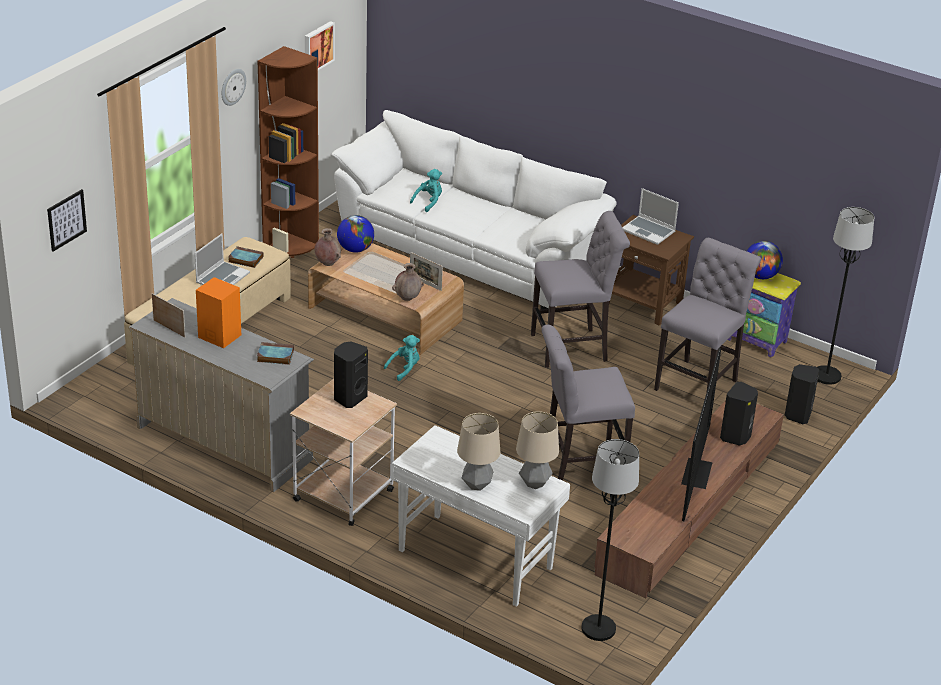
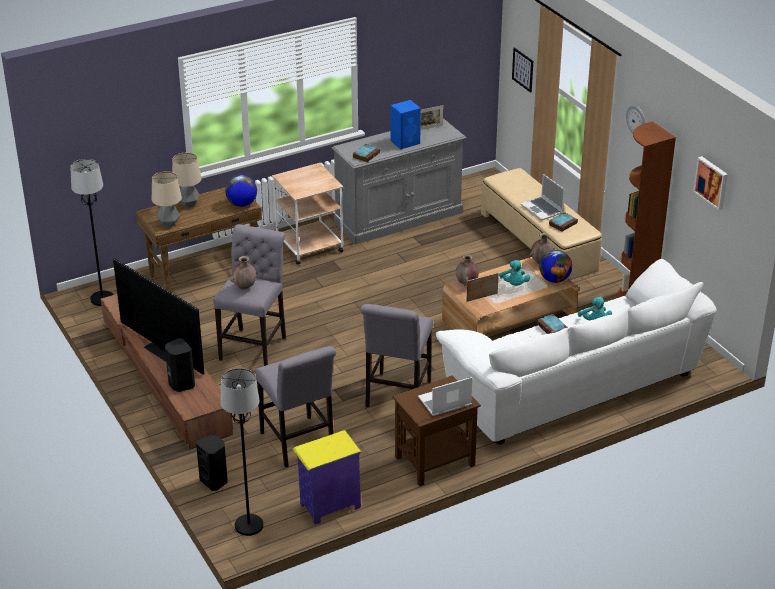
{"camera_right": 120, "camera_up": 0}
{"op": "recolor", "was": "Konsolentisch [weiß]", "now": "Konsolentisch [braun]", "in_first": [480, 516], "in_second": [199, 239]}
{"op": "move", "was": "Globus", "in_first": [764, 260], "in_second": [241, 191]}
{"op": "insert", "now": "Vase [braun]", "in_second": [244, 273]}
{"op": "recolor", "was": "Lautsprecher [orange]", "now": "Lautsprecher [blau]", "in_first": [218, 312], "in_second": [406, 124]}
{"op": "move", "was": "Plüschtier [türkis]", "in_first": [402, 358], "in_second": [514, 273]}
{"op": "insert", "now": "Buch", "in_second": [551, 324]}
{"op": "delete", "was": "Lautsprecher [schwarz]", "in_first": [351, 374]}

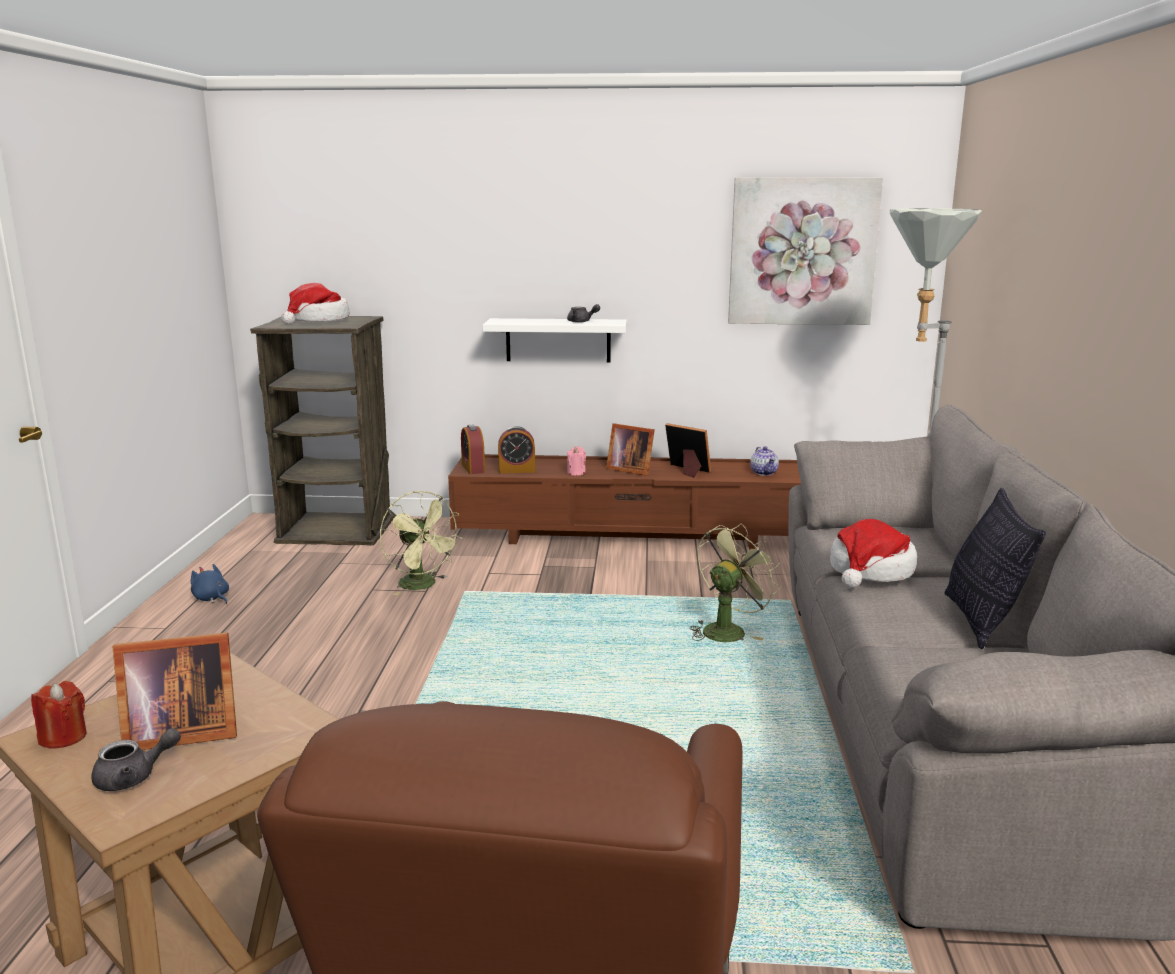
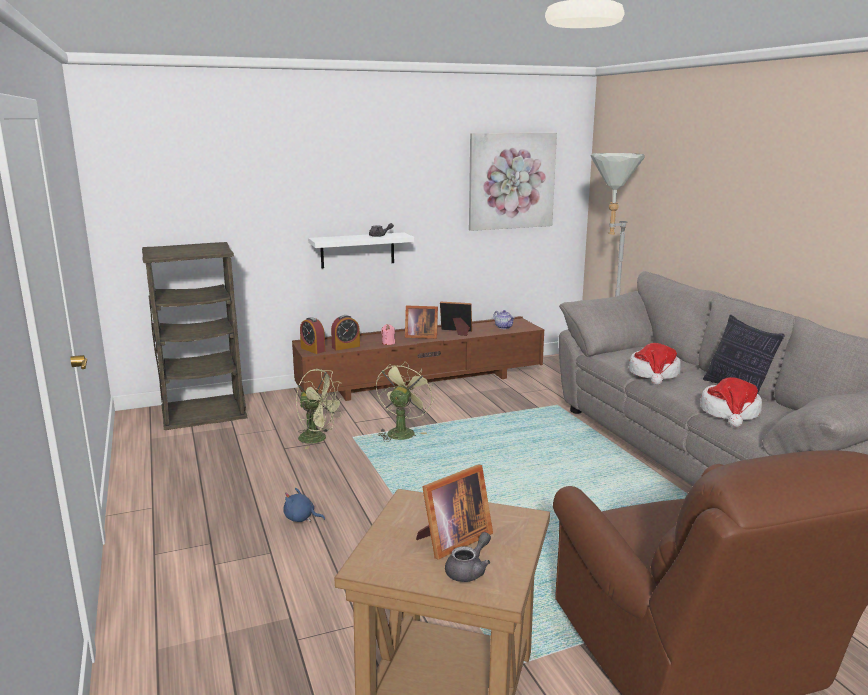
{"camera_right": -25, "camera_up": 0}
{"op": "move", "was": "Plüschtier [blau]", "in_first": [210, 584], "in_second": [304, 505]}
{"op": "move", "was": "Ventilator [grün]", "in_first": [735, 582], "in_second": [405, 401]}
{"op": "move", "was": "Hut", "in_first": [315, 304], "in_second": [731, 402]}
{"op": "delete", "was": "Kerze [rot]", "in_first": [59, 715]}

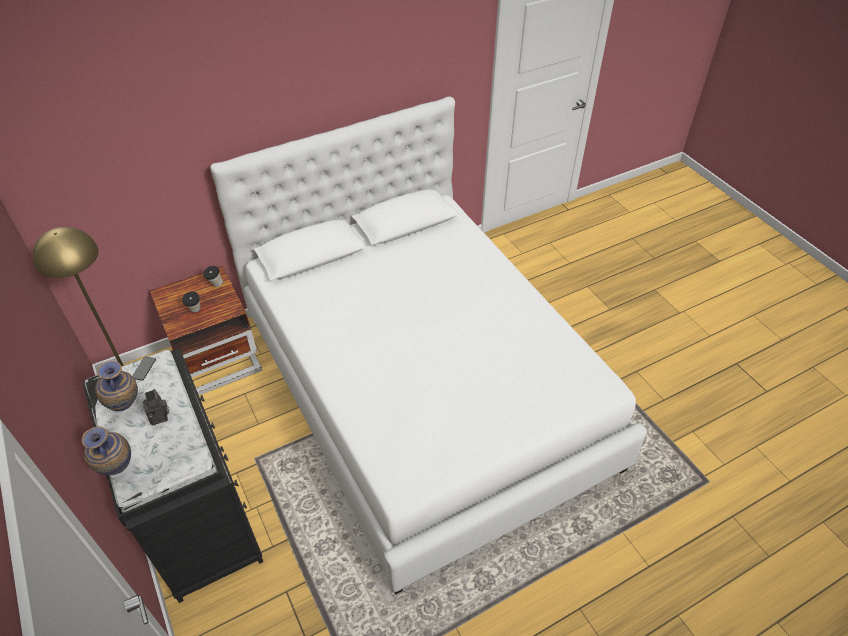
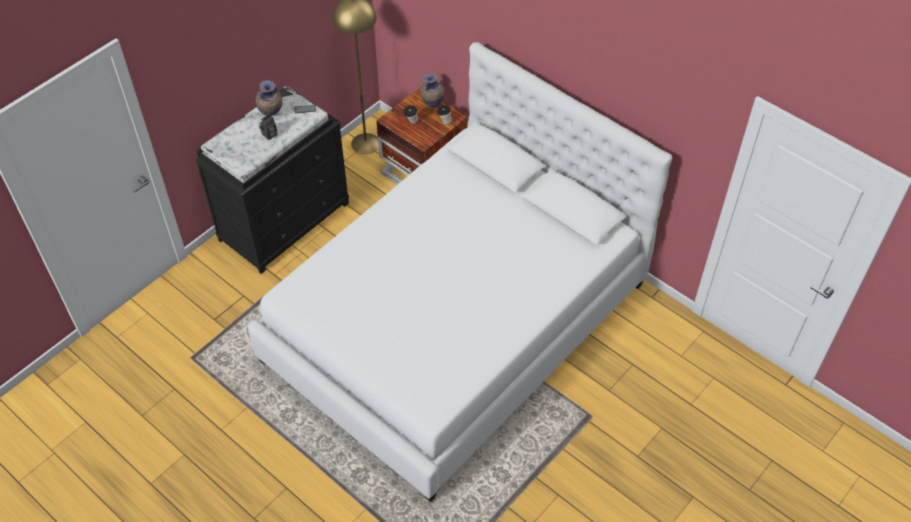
{"camera_right": 70, "camera_up": 5}
{"op": "move", "was": "Vase", "in_first": [106, 450], "in_second": [432, 90]}

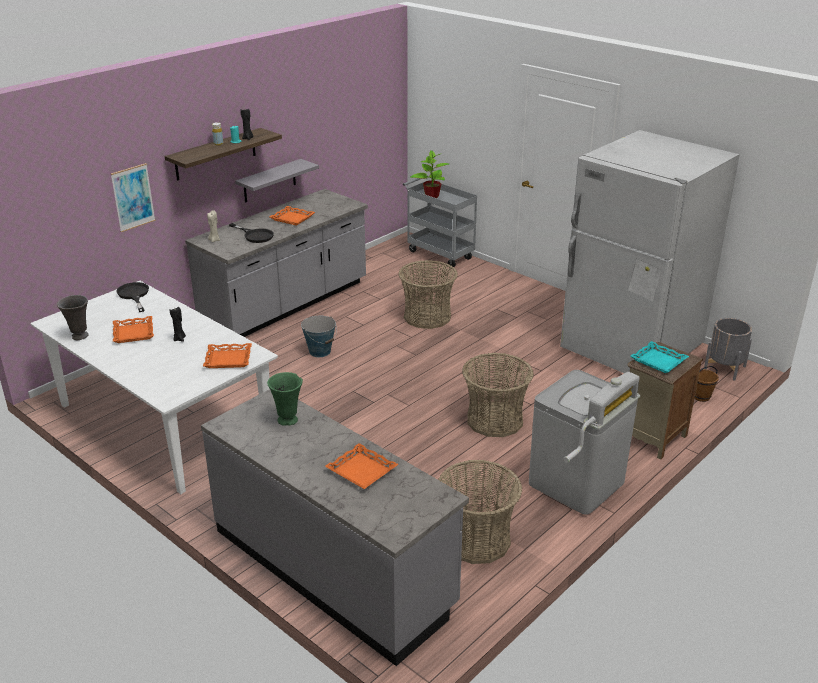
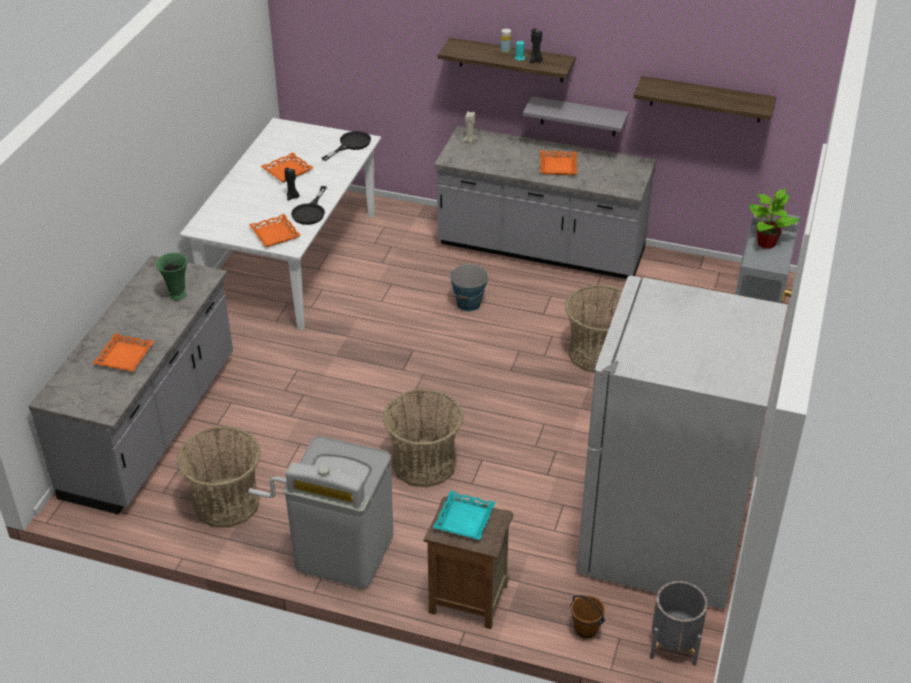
{"camera_right": 65, "camera_up": 10}
{"op": "move", "was": "Pfanne [schwarz]", "in_first": [251, 233], "in_second": [309, 205]}
{"op": "insert", "now": "Wandregal", "in_second": [704, 99]}
{"op": "delete", "was": "Vase [grau]", "in_first": [73, 317]}
{"op": "delete", "was": "Bild", "in_first": [133, 197]}

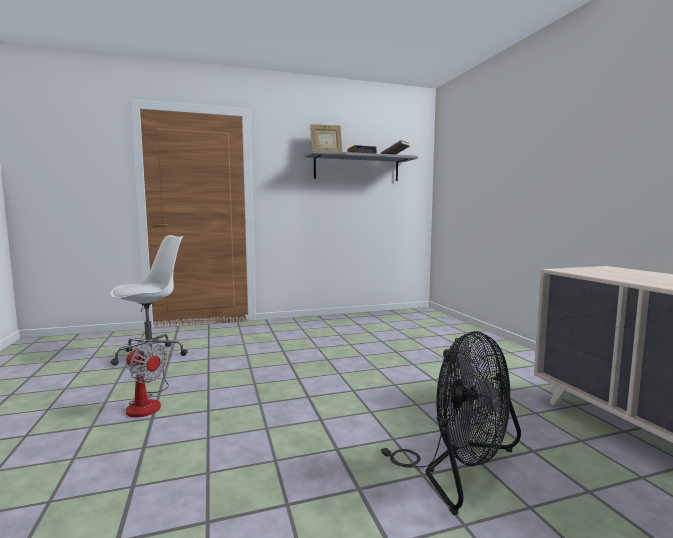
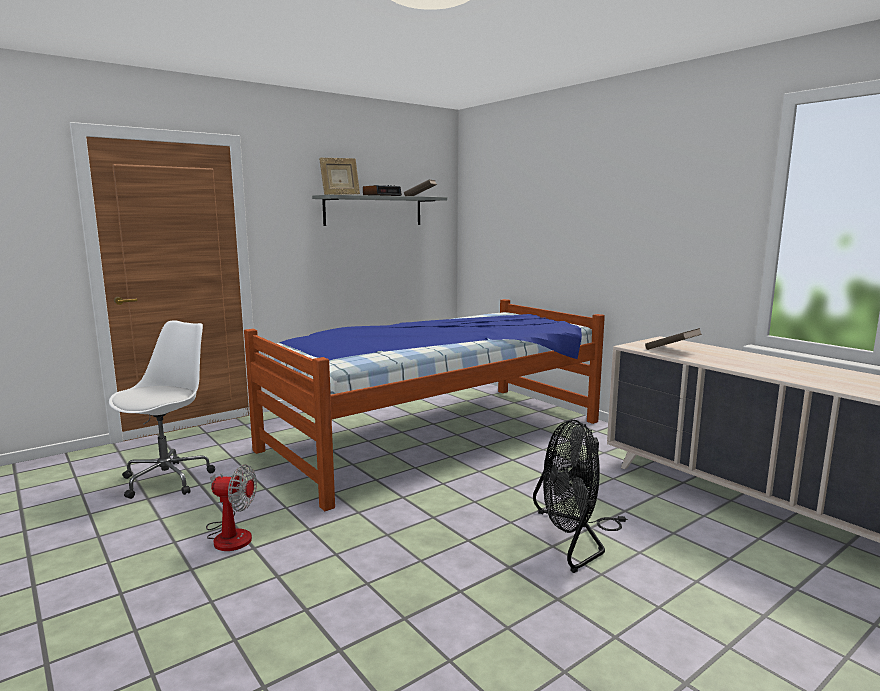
{"camera_right": -20, "camera_up": 5}
{"op": "insert", "now": "Bett", "in_second": [424, 405]}
{"op": "rotate", "was": "Ventilator [schwarz]", "in_first": [451, 423], "in_second": [580, 496], "clockwise": 150}
{"op": "insert", "now": "Buch [braun]", "in_second": [673, 339]}

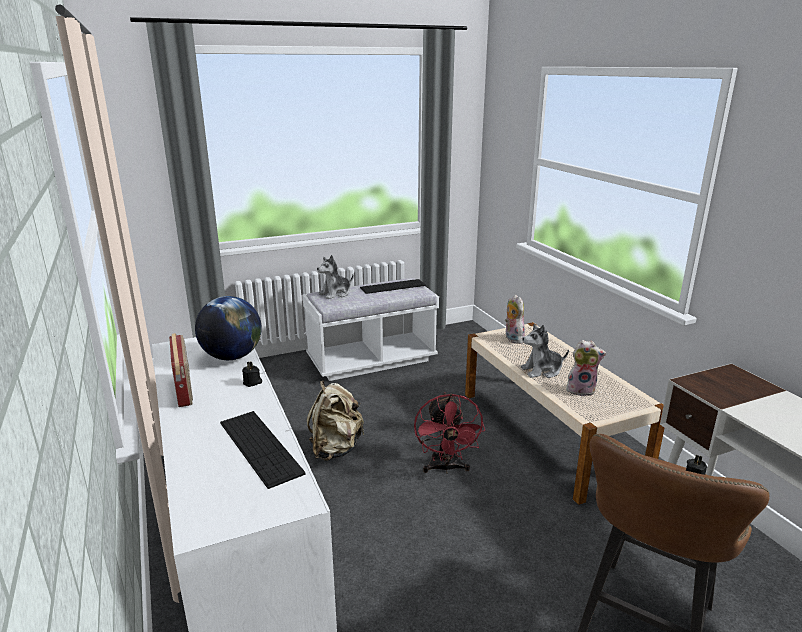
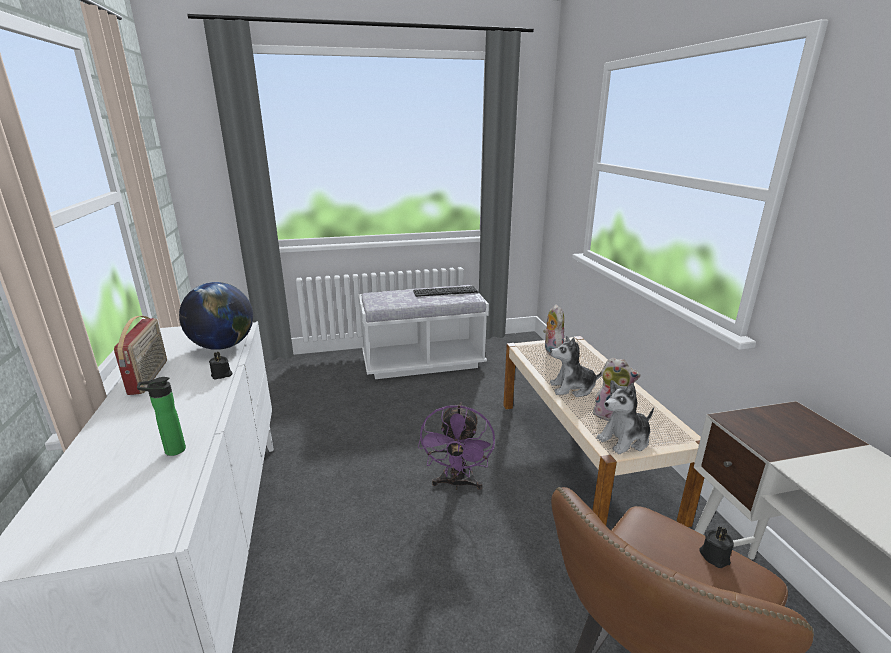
{"camera_right": 10, "camera_up": 0}
{"op": "replace", "was": "Tastatur", "now": "Flasche", "in_first": [262, 450], "in_second": [161, 416]}
{"op": "recolor", "was": "Ventilator [rot]", "now": "Ventilator [lila]", "in_first": [449, 433], "in_second": [456, 446]}
{"op": "move", "was": "Plüschtier", "in_first": [335, 277], "in_second": [625, 417]}
{"op": "delete", "was": "Rucksack [beige]", "in_first": [336, 421]}

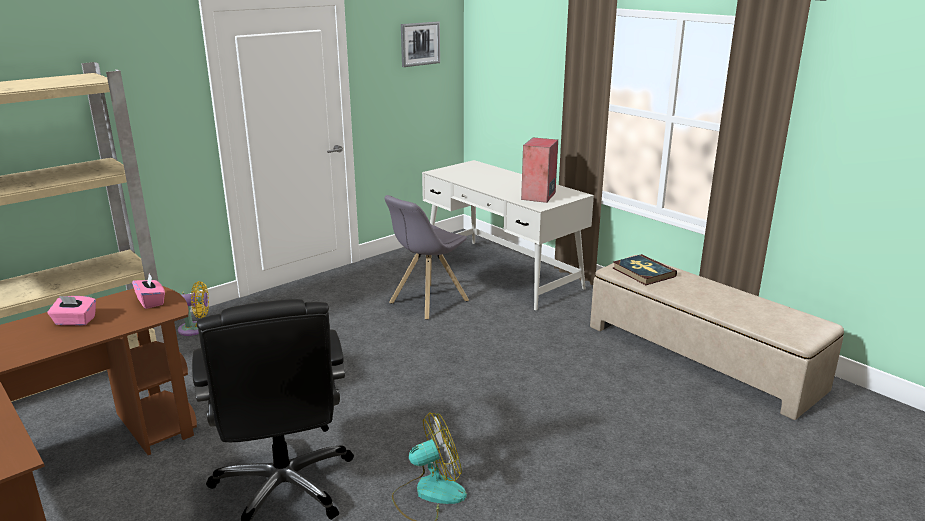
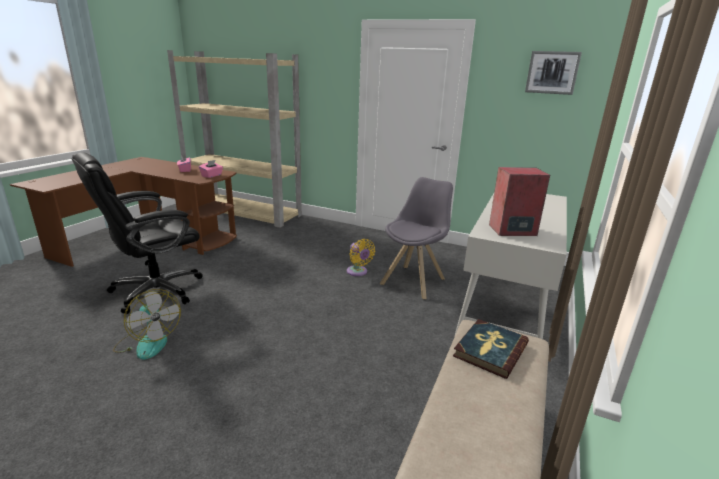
{"camera_right": 65, "camera_up": 0}
{"op": "move", "was": "Ventilator [gelb]", "in_first": [193, 308], "in_second": [361, 257]}
{"op": "rotate", "was": "Stuhl [grau]", "in_first": [426, 257], "in_second": [416, 238], "clockwise": 105}

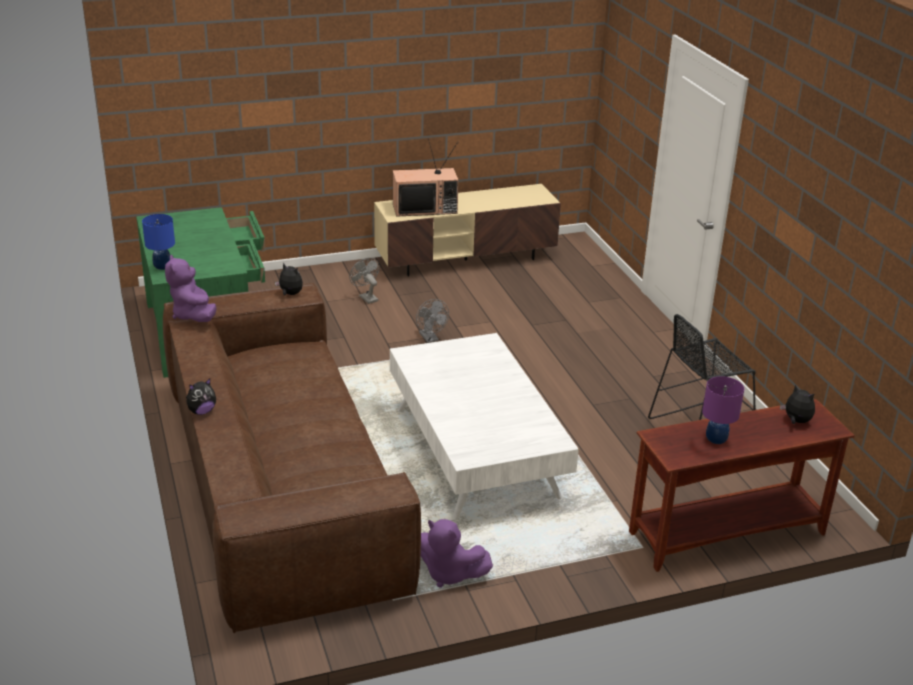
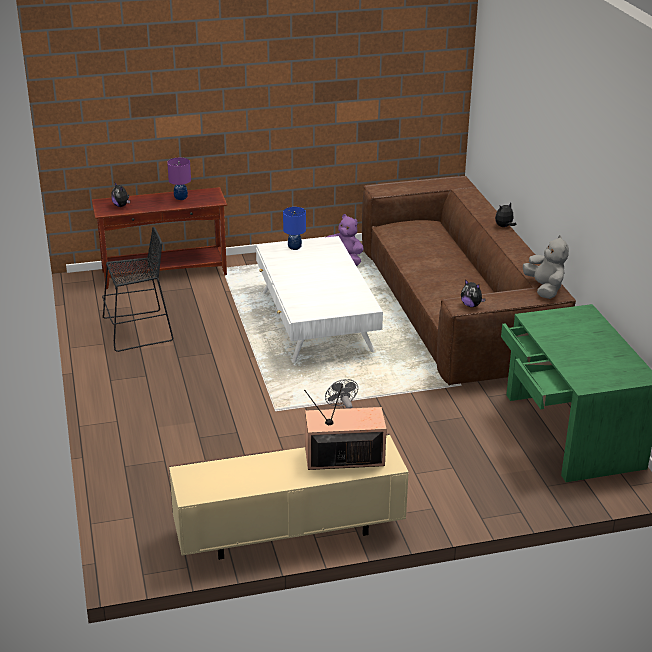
{"camera_right": -175, "camera_up": 0}
{"op": "move", "was": "Tischlampe [blau]", "in_first": [158, 242], "in_second": [294, 228]}
{"op": "recolor", "was": "Plüschtier [lila]", "now": "Plüschtier [grau]", "in_first": [191, 288], "in_second": [546, 267]}
{"op": "delete", "was": "Ventilator [grau]", "in_first": [364, 281]}

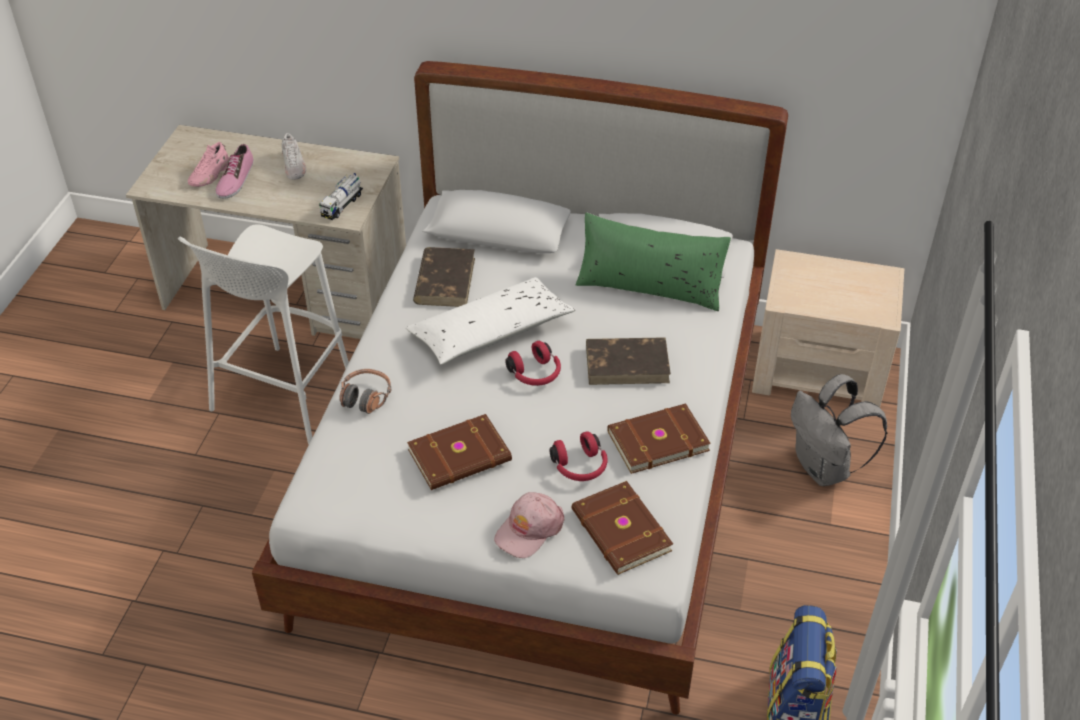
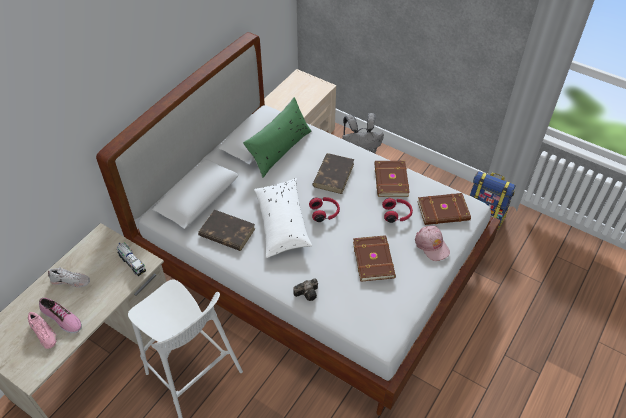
{"camera_right": -70, "camera_up": 5}
{"op": "replace", "was": "Kopfhörer", "now": "Kamera", "in_first": [365, 391], "in_second": [305, 289]}

